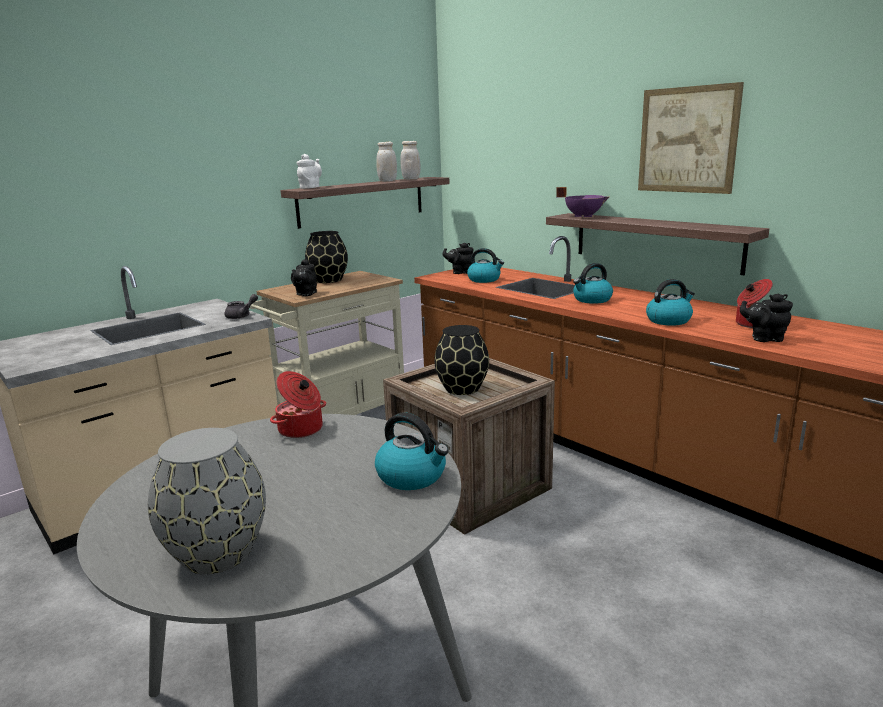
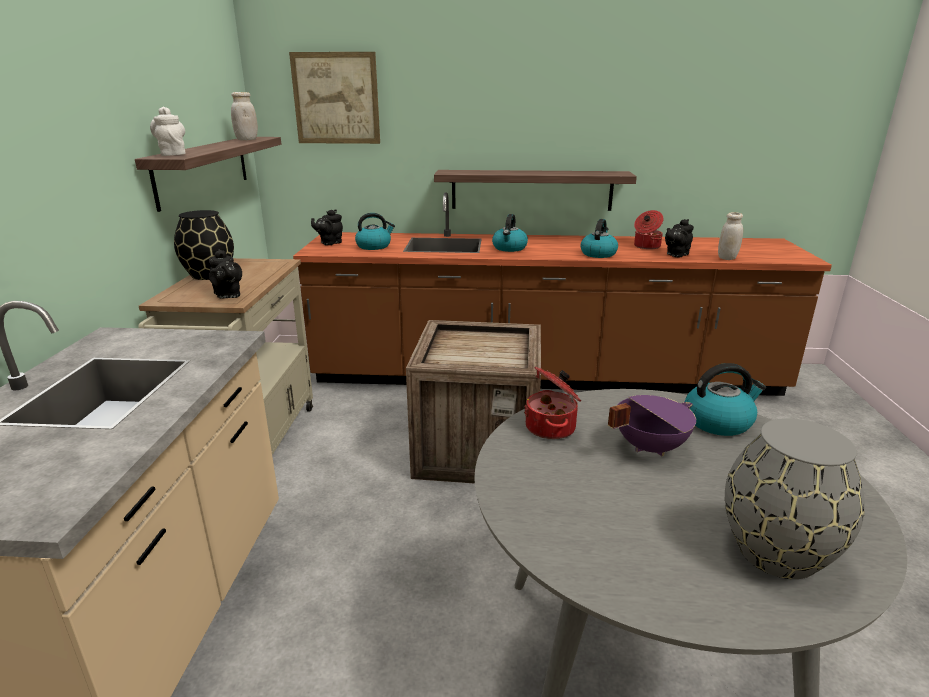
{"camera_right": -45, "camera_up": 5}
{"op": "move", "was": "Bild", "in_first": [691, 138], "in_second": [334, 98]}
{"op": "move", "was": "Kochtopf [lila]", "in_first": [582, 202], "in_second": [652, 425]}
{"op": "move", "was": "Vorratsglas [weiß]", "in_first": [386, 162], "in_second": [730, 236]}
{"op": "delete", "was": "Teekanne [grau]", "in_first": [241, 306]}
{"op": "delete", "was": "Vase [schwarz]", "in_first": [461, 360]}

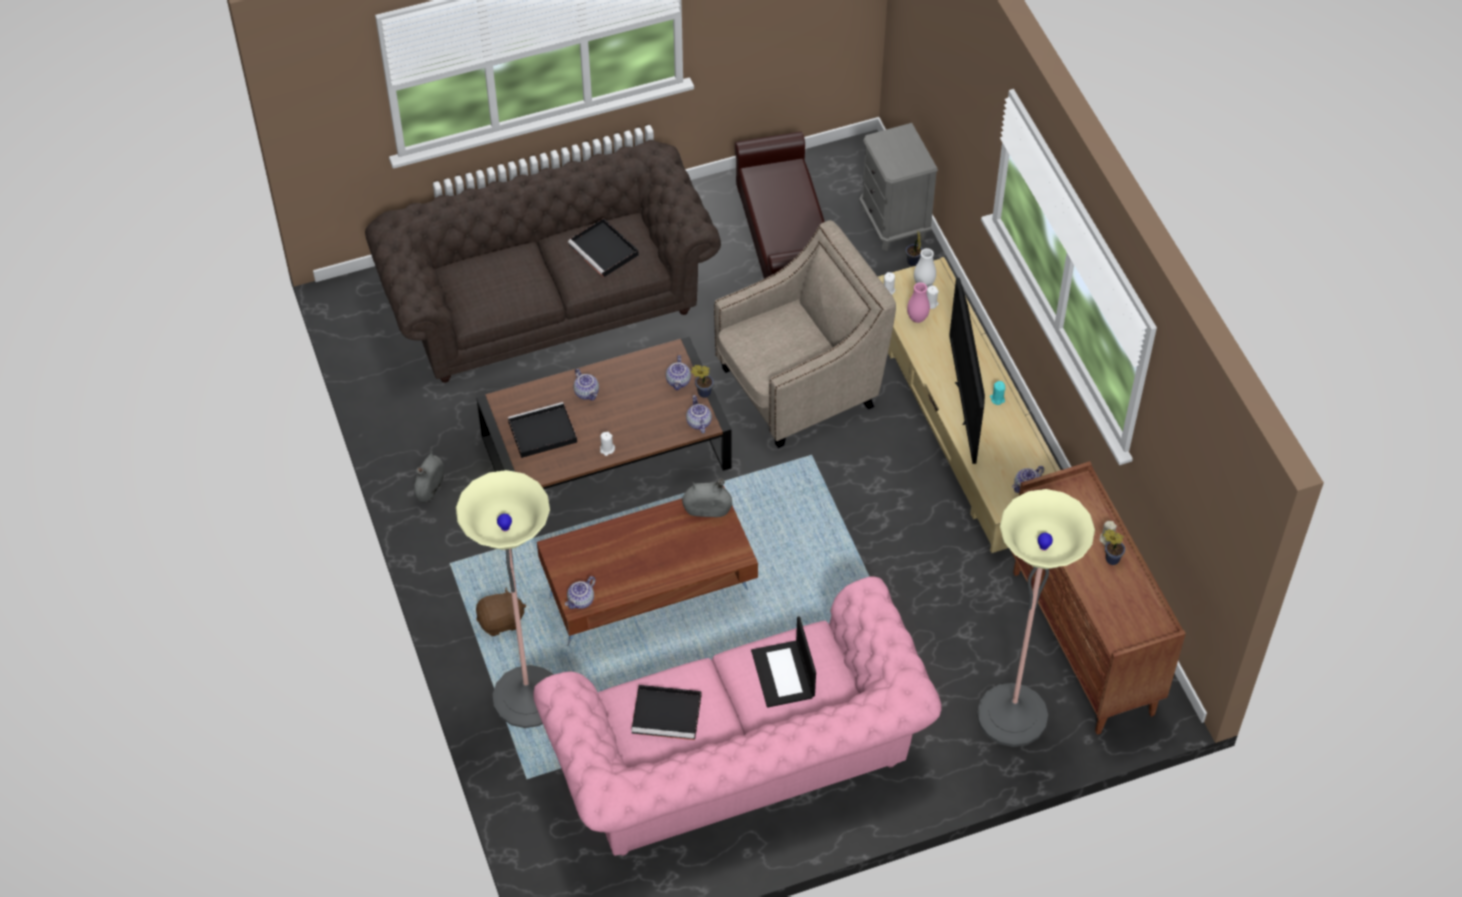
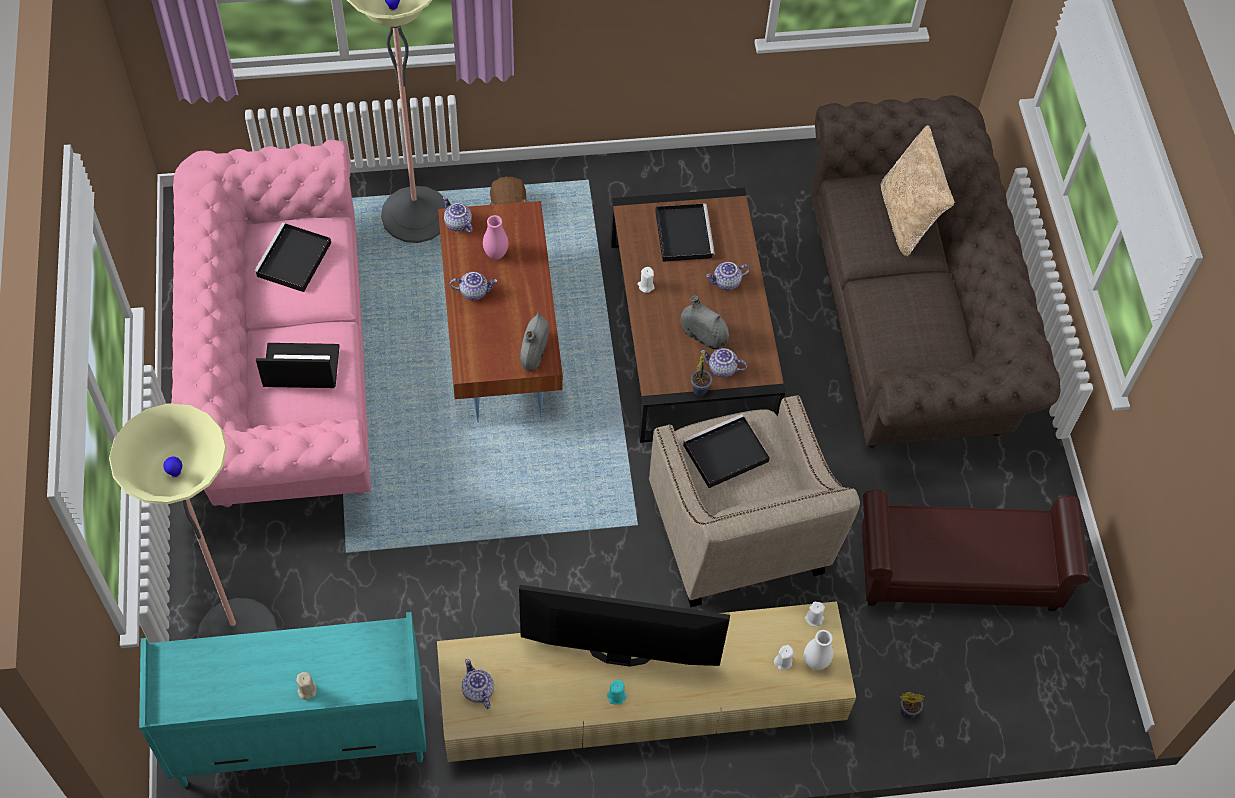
{"camera_right": 100, "camera_up": 5}
{"op": "recolor", "was": "Schrank [braun]", "now": "Schrank [türkis]", "in_first": [1098, 597], "in_second": [282, 700]}
{"op": "move", "was": "Teekanne", "in_first": [699, 414], "in_second": [473, 286]}
{"op": "move", "was": "Vase [rosa]", "in_first": [918, 302], "in_second": [495, 237]}
{"op": "move", "was": "Vase [grau]", "in_first": [429, 477], "in_second": [705, 322]}
{"op": "move", "was": "Tablett [schwarz]", "in_first": [603, 248], "in_second": [726, 451]}
{"op": "insert", "now": "Kissen [beige]", "in_second": [918, 190]}
{"op": "delete", "was": "Nachttisch [grau]", "in_first": [898, 187]}
{"op": "delete", "was": "Topfpflanze", "in_first": [1114, 547]}

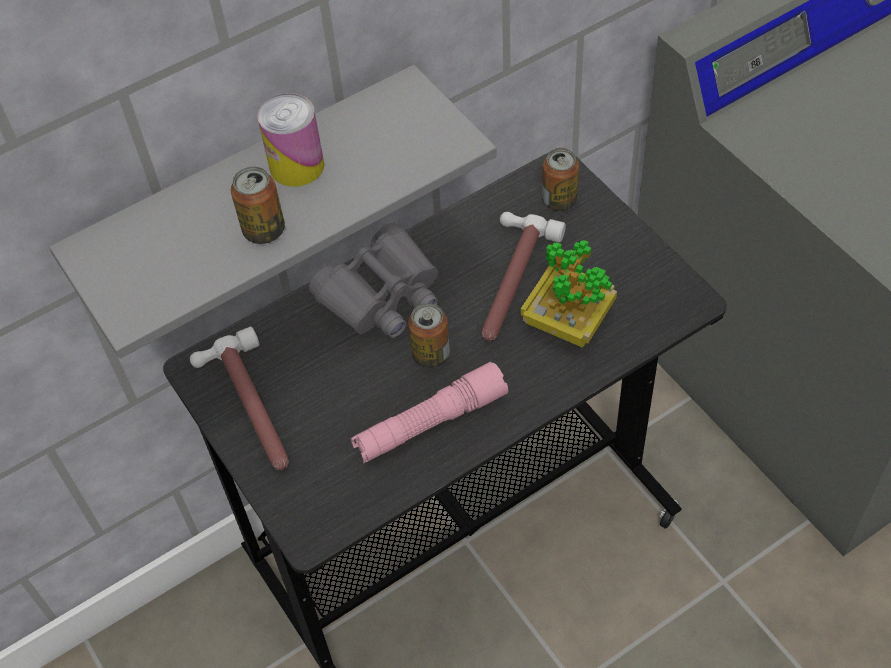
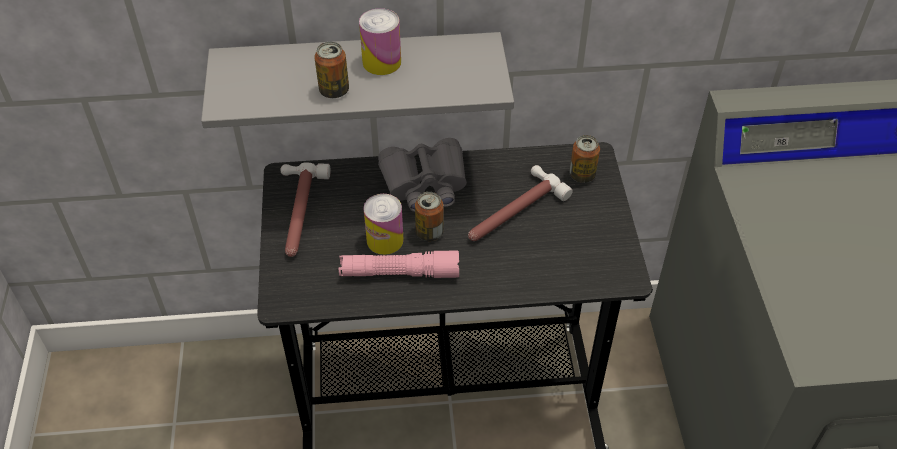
{"camera_right": 25, "camera_up": -5}
{"op": "insert", "now": "Dose", "in_second": [383, 224]}
{"op": "delete", "was": "Topfpflanze", "in_first": [569, 294]}

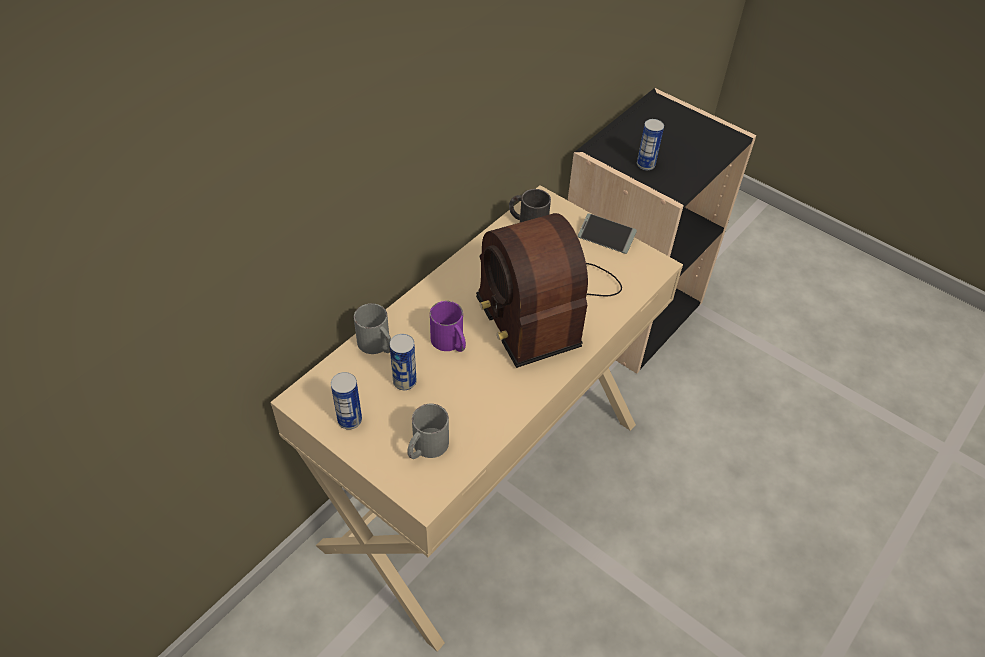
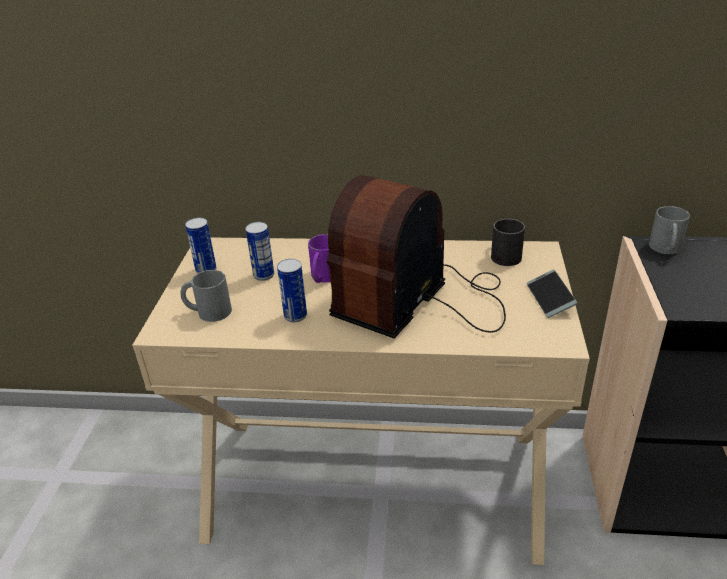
{"camera_right": 60, "camera_up": -15}
{"op": "move", "was": "Dose", "in_first": [650, 144], "in_second": [292, 290]}
{"op": "move", "was": "Henkelbecher [grau]", "in_first": [372, 328], "in_second": [669, 230]}

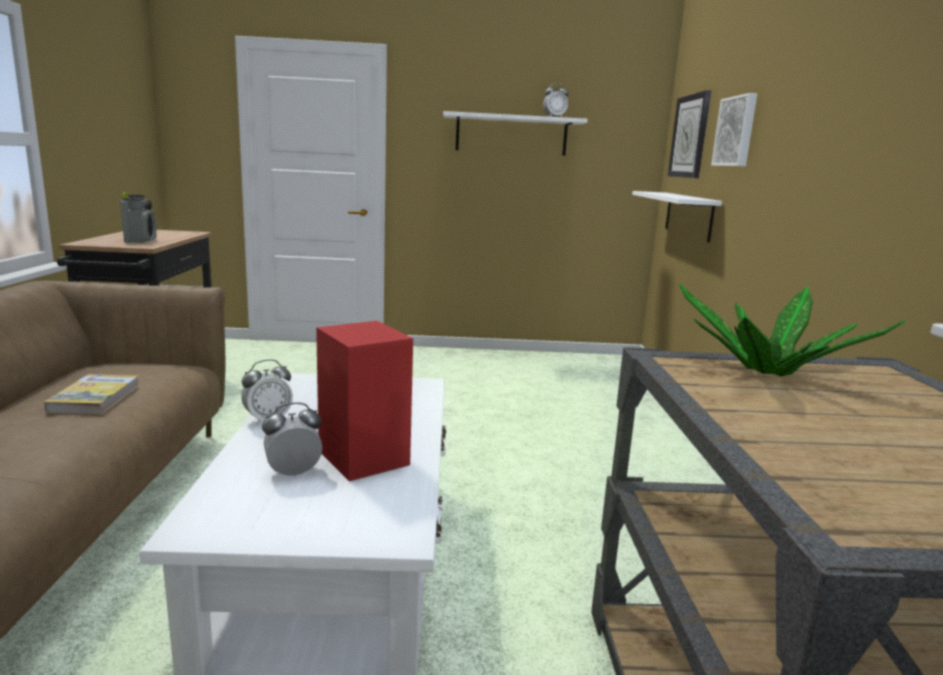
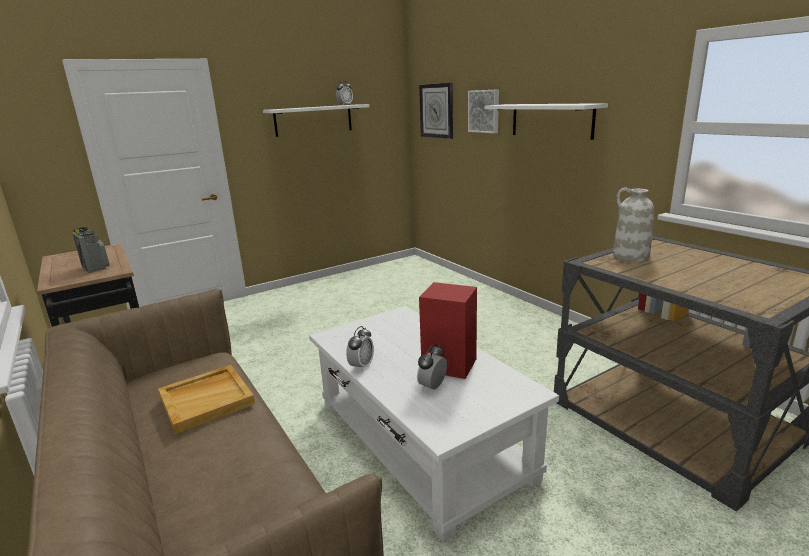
{"camera_right": -30, "camera_up": 5}
{"op": "replace", "was": "Buch", "now": "Tablett [beige]", "in_first": [92, 394], "in_second": [206, 399]}
{"op": "move", "was": "Wandregal [weiß]", "in_first": [677, 217], "in_second": [546, 121]}
{"op": "replace", "was": "Topfpflanze", "now": "Vase [weiß]", "in_first": [792, 330], "in_second": [633, 225]}

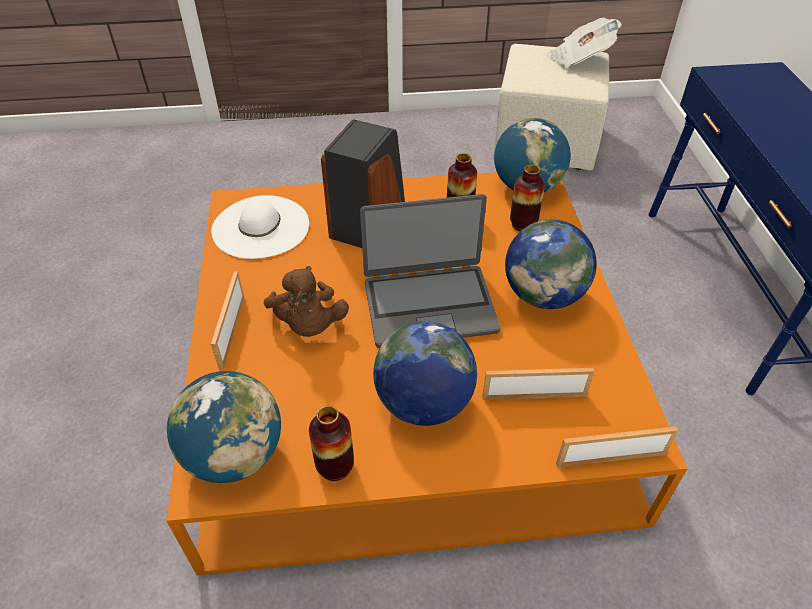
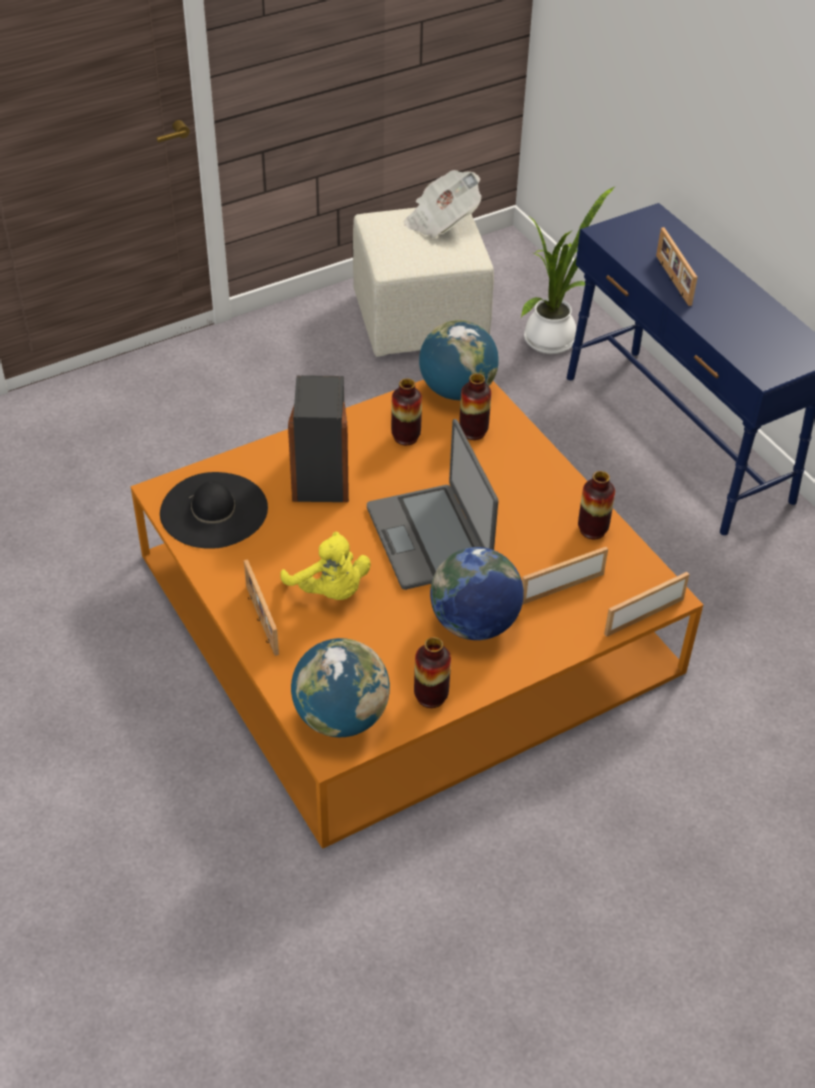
{"camera_right": -25, "camera_up": 0}
{"op": "recolor", "was": "Hut [weiß]", "now": "Hut [schwarz]", "in_first": [260, 227], "in_second": [214, 510]}
{"op": "recolor", "was": "Plüschtier [braun]", "now": "Plüschtier [gelb]", "in_first": [306, 301], "in_second": [325, 566]}
{"op": "rotate", "was": "Laptop", "in_first": [430, 271], "in_second": [432, 504], "clockwise": 105}
{"op": "insert", "now": "Topfpflanze", "in_second": [568, 270]}
{"op": "insert", "now": "Vase", "in_second": [596, 505]}
{"op": "insert", "now": "Bilderrahmen", "in_second": [677, 266]}
{"op": "delete", "was": "Globus", "in_first": [551, 264]}

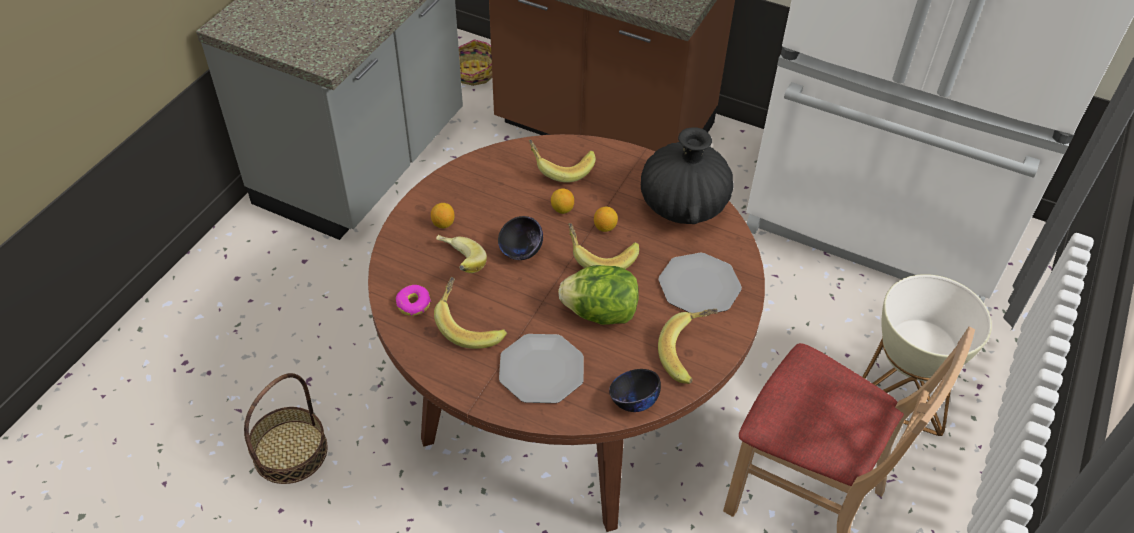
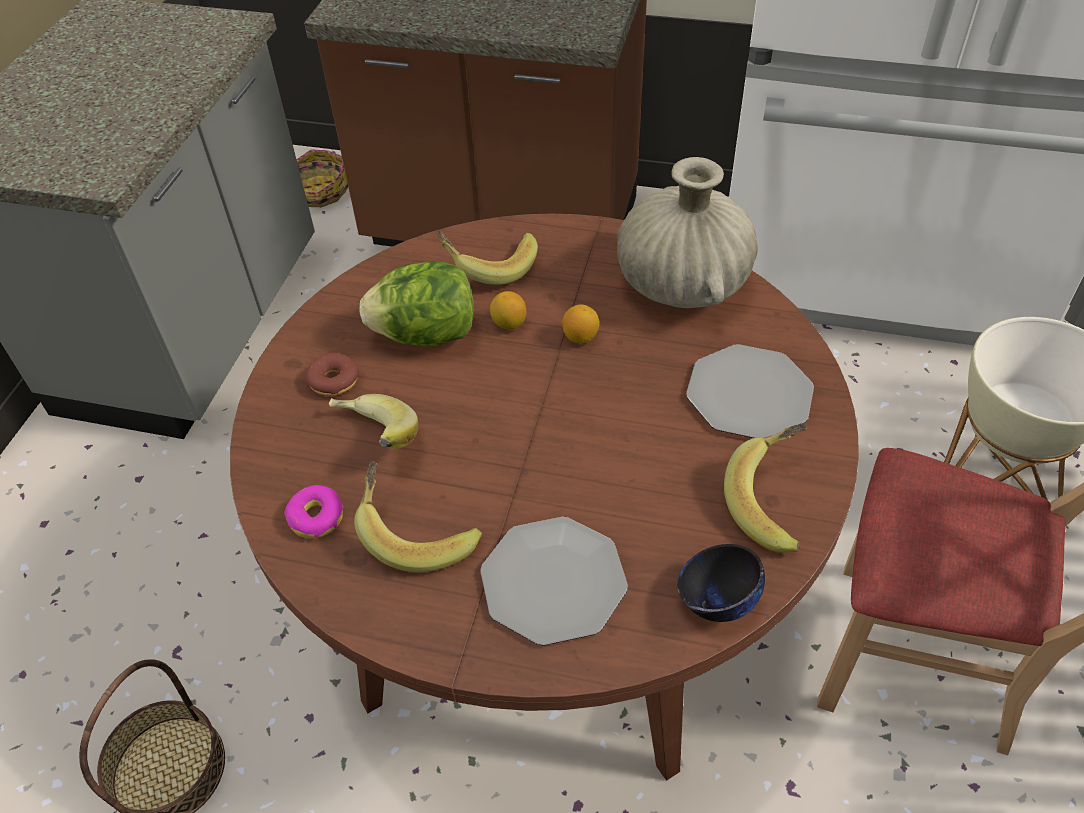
{"camera_right": -10, "camera_up": 0}
{"op": "replace", "was": "Zitrone", "now": "Donut", "in_first": [442, 215], "in_second": [333, 374]}
{"op": "move", "was": "Salatkopf", "in_first": [598, 295], "in_second": [416, 304]}
{"op": "recolor", "was": "Vase [schwarz]", "now": "Vase [beige]", "in_first": [687, 175], "in_second": [687, 232]}
{"op": "delete", "was": "Schüssel [schwarz]", "in_first": [520, 238]}
{"op": "delete", "was": "Banane", "in_first": [603, 246]}

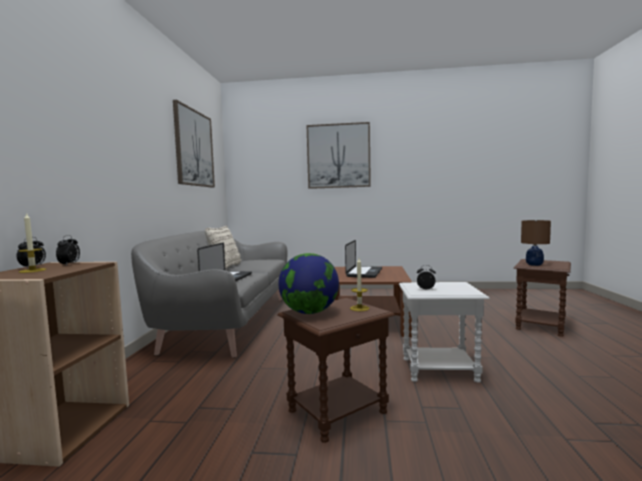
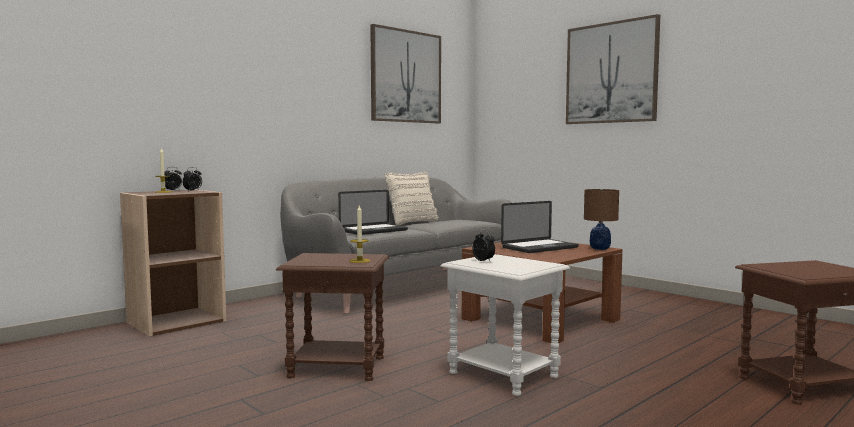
{"camera_right": 40, "camera_up": 0}
{"op": "move", "was": "Tischlampe [braun]", "in_first": [536, 243], "in_second": [601, 219]}
{"op": "delete", "was": "Globus", "in_first": [308, 283]}

